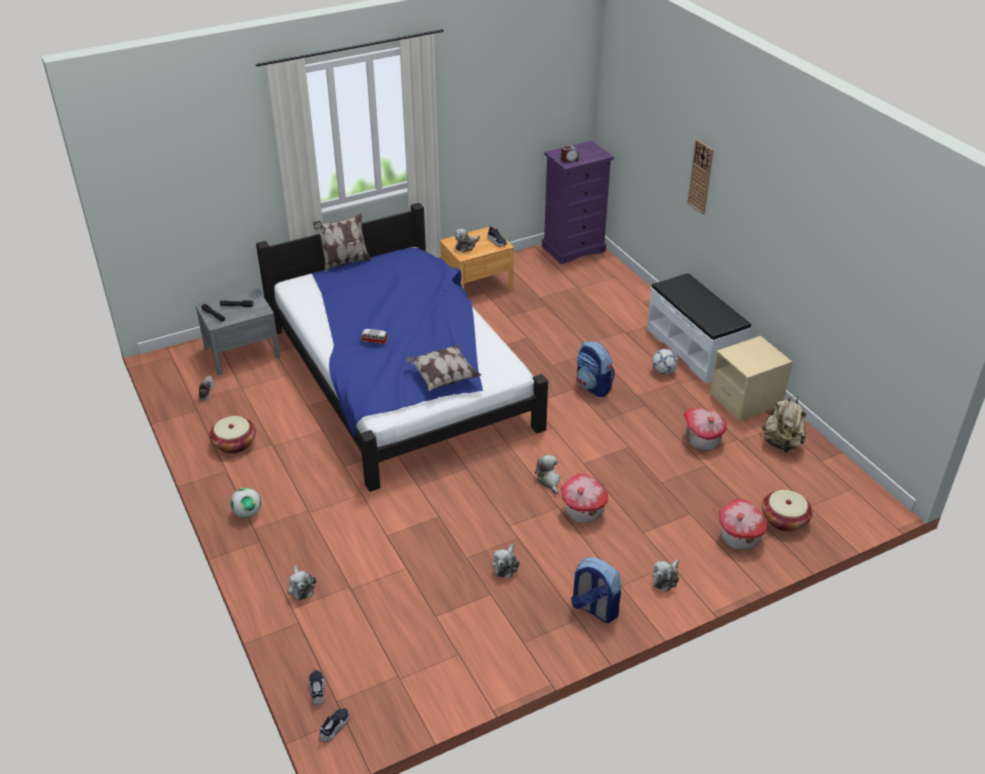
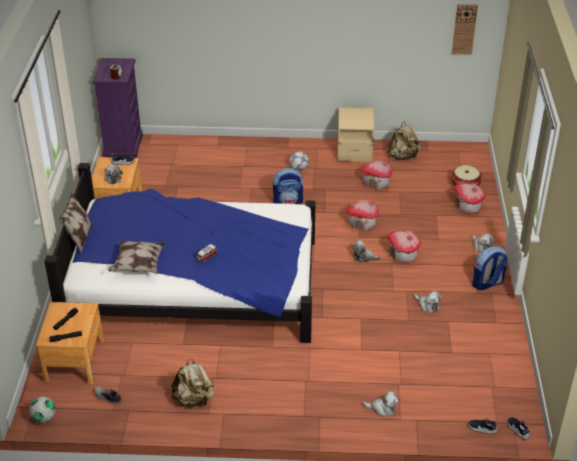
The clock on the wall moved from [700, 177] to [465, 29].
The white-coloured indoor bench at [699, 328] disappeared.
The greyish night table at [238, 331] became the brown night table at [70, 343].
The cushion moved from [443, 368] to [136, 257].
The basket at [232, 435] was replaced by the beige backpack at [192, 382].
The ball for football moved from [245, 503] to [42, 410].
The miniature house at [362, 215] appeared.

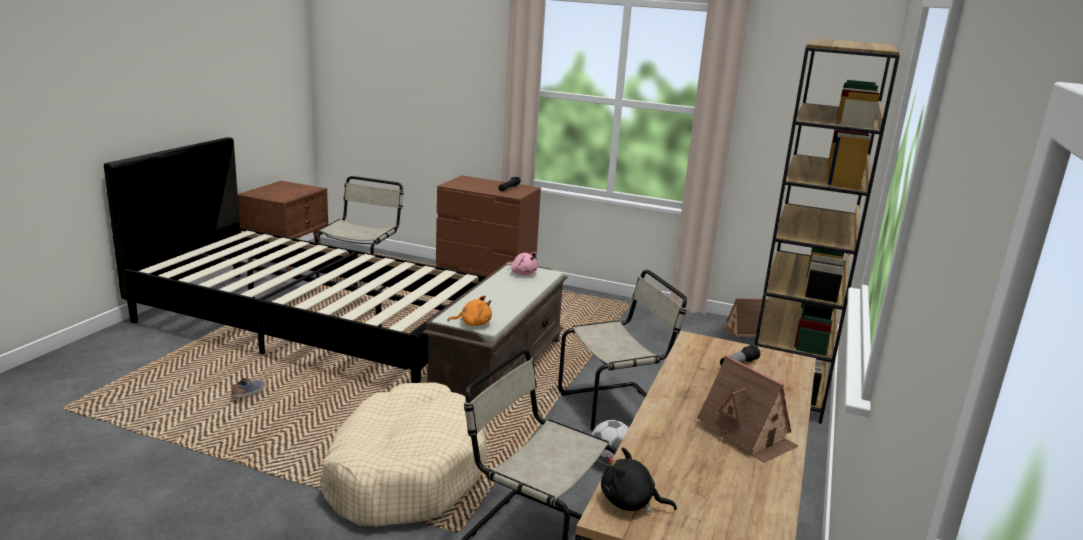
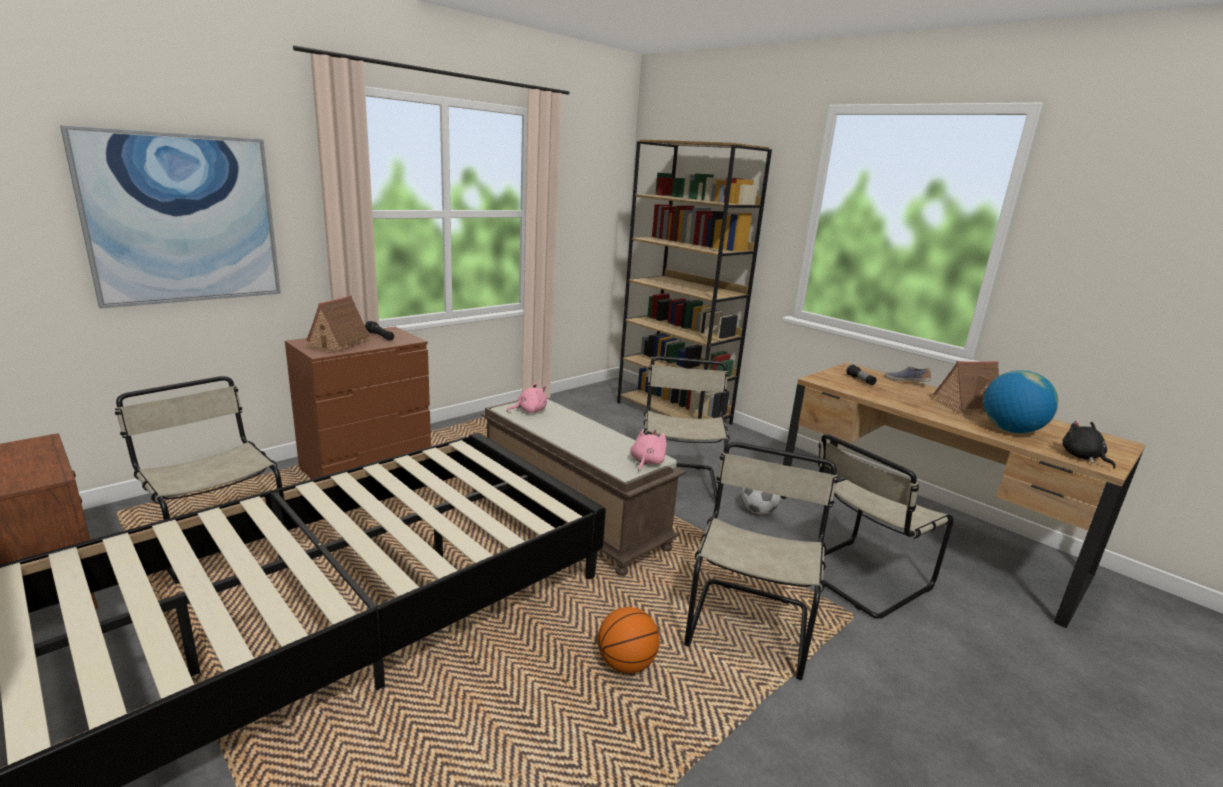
The orange plush toy at [470, 310] became the pink-coloured plush toy at [648, 450].
The miniature house moved from [744, 317] to [337, 324].
The shoe moved from [248, 388] to [908, 374].
The beige pet bed at [403, 454] was replaced by the beige upright chair at [761, 561].
The black-coloured plush toy at [639, 480] turned 120 degrees clockwise.
The wall picture at [170, 216] appeared.
The globe at [1020, 401] appeared.
The basketball at [629, 640] appeared.

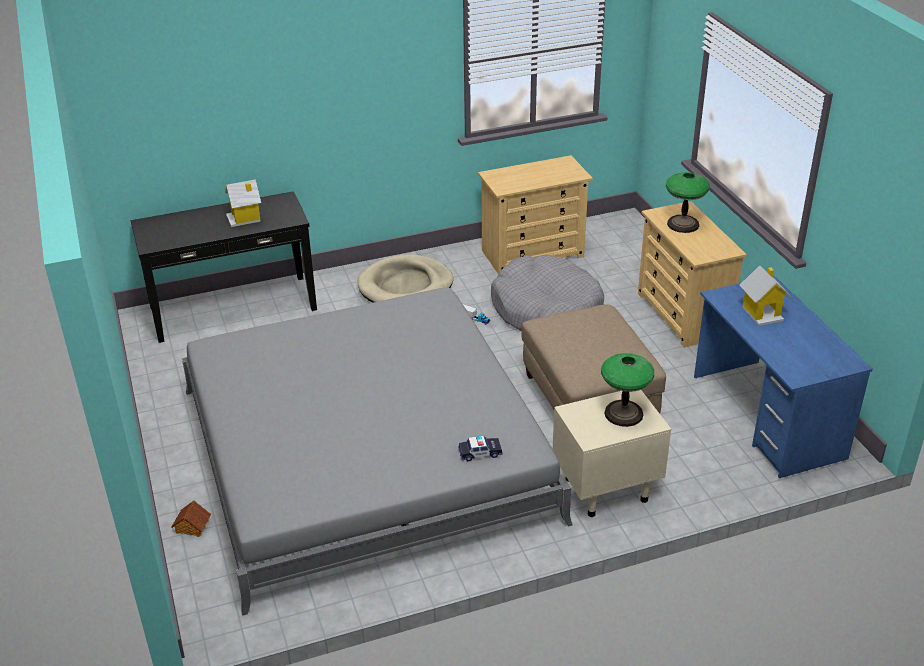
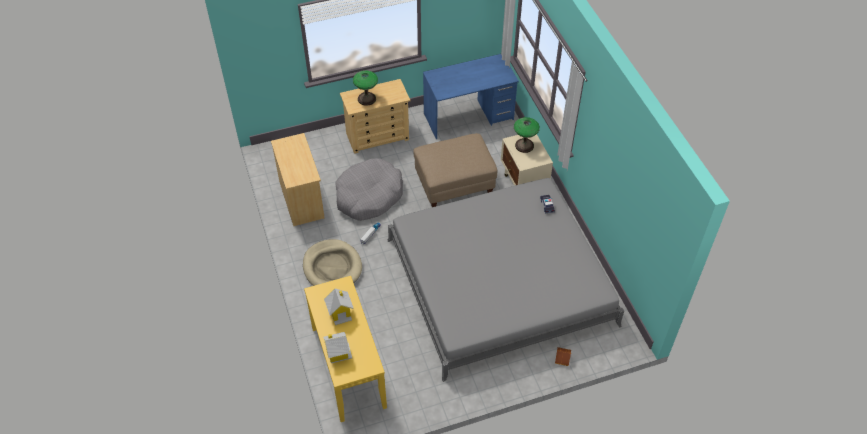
The black-coloured console table at [224, 267] became the yellow-coloured console table at [345, 349].
The miniature house moved from [765, 296] to [337, 347].

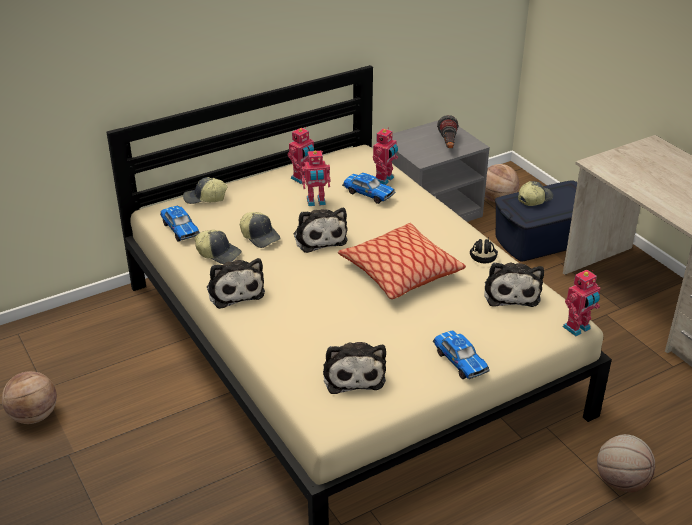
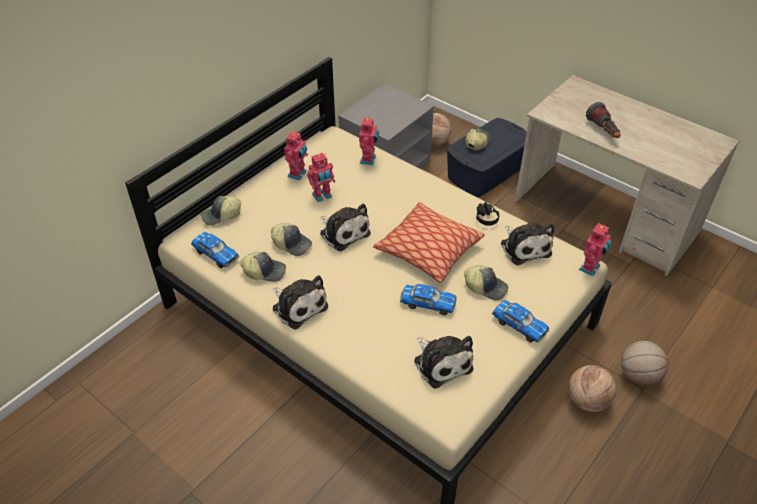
The hand torch moved from [448, 131] to [603, 120].
The toy car moved from [369, 188] to [428, 299].
The basketball moved from [29, 397] to [592, 388].
The peaked cap at [486, 282] appeared.

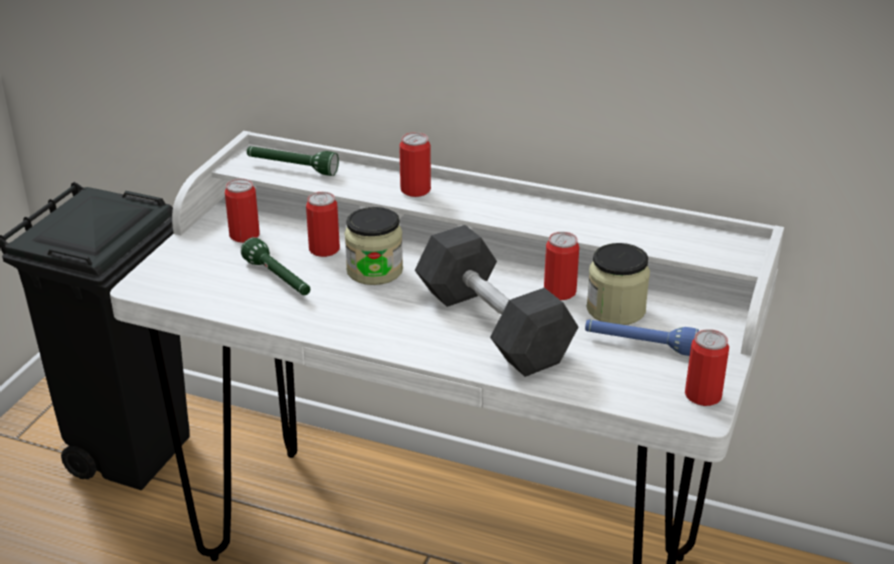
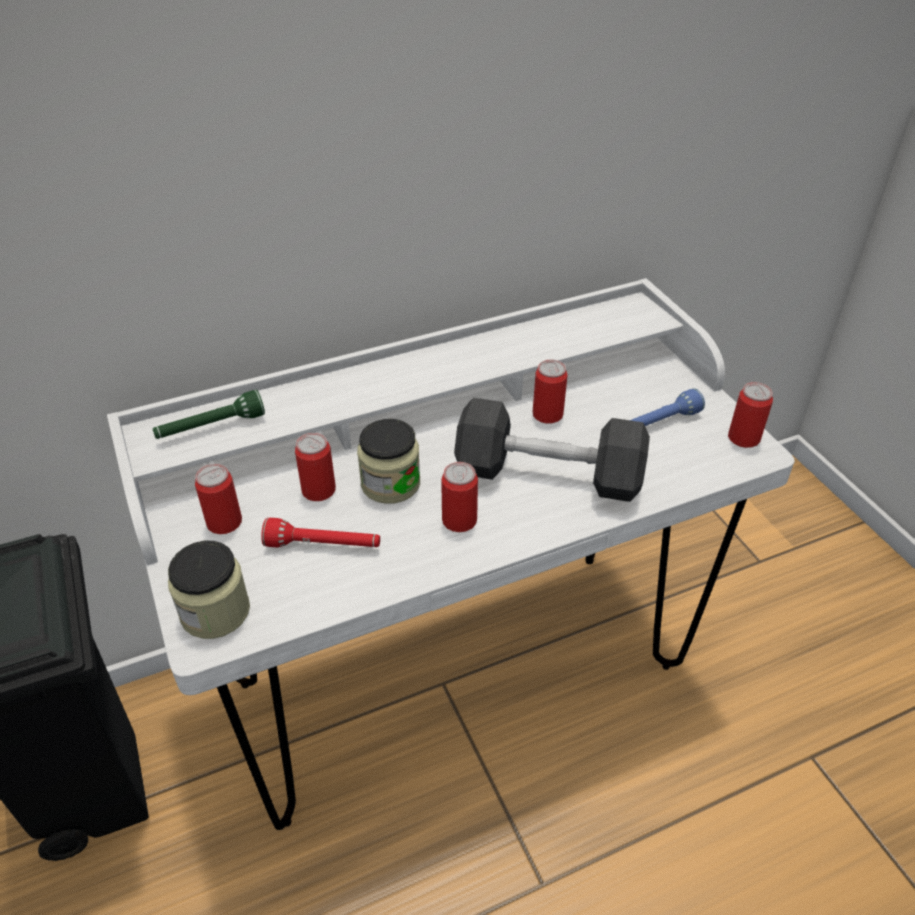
The metal can moved from [415, 164] to [459, 497].
The greenish hand torch at [275, 266] became the red hand torch at [320, 532].
The storage jar moved from [618, 284] to [209, 590].

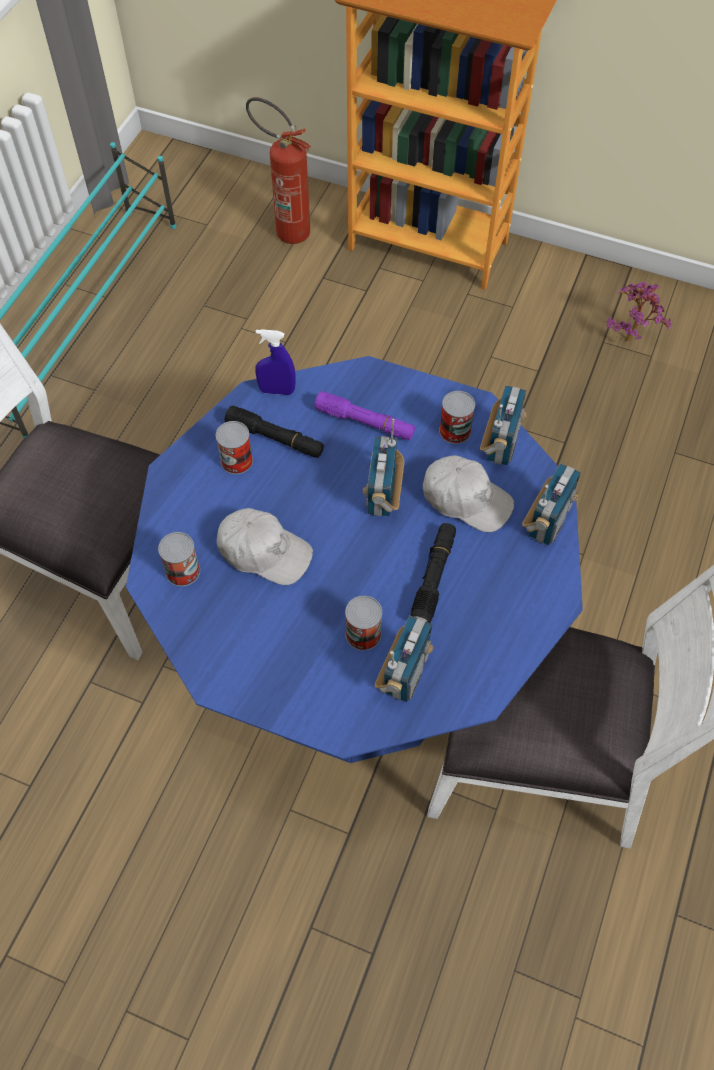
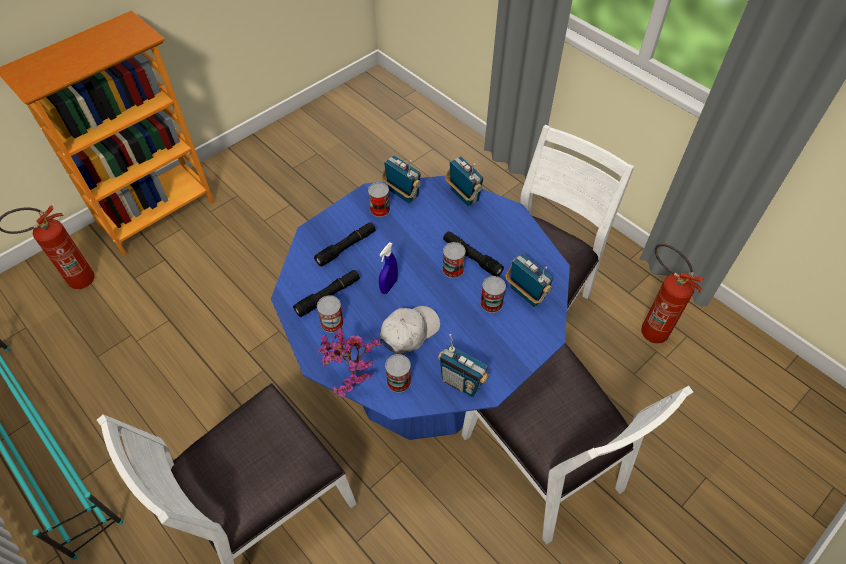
The potted plant moved from [639, 311] to [350, 362].
The blue-coloured hand sprayer moved from [275, 362] to [388, 268].
The purple-coloured hand torch at [364, 415] became the black-coloured hand torch at [345, 244].
The radio set moved from [383, 467] to [464, 365].
The white-coloured peaked cap at [468, 493] disappeared.
The metal can at [454, 260] appeared.
The fire extinguisher at [672, 293] appeared.
The white-coloured upright chair at [577, 444] appeared.

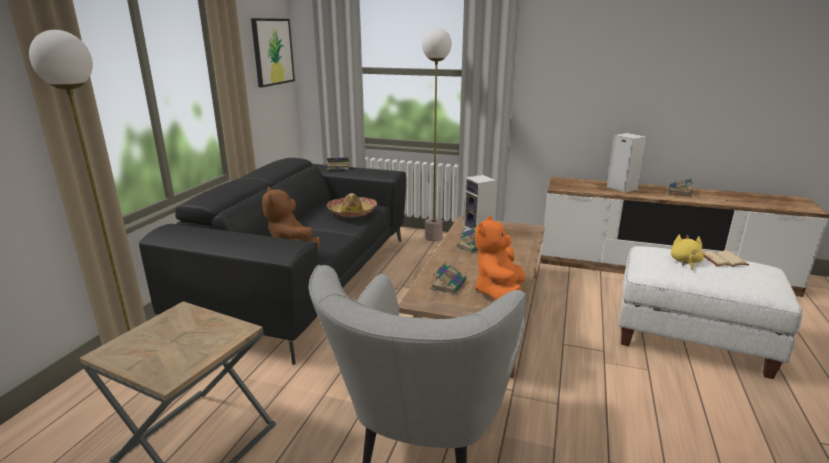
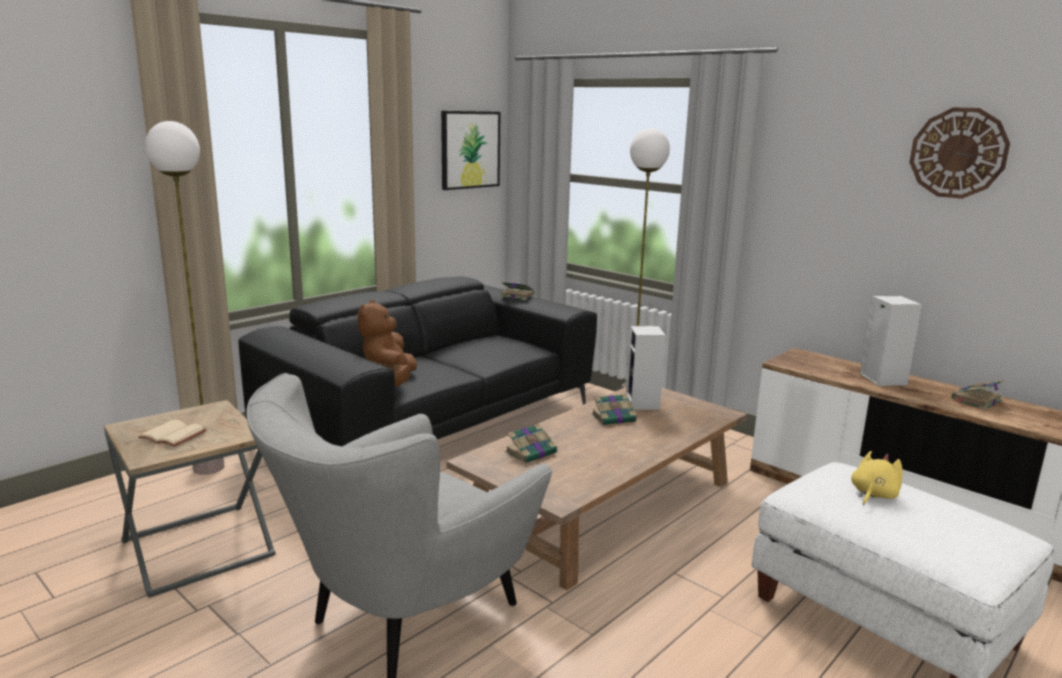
The wearable hat at [352, 205] disappeared.
The orange plush toy at [500, 258] disappeared.
The beige bound book moved from [726, 259] to [172, 433].
The clock on the wall at [959, 153] appeared.

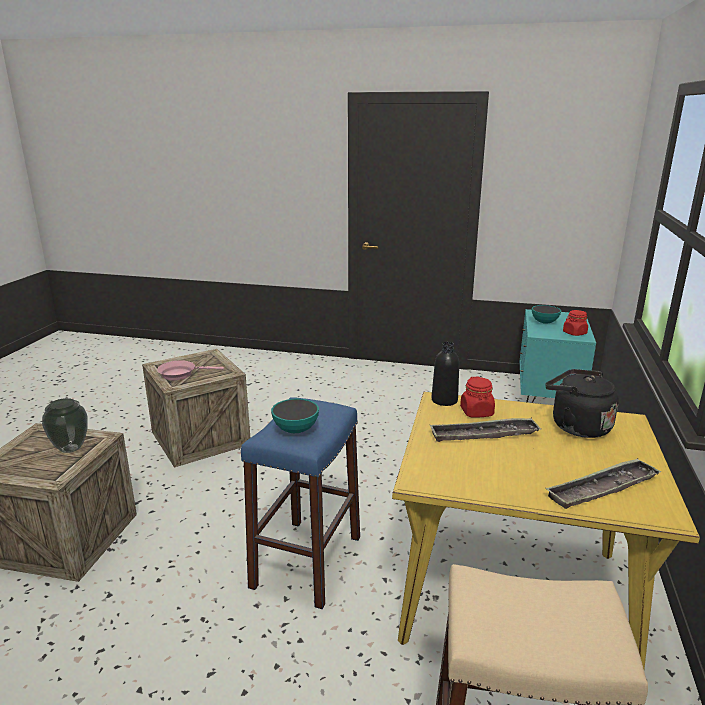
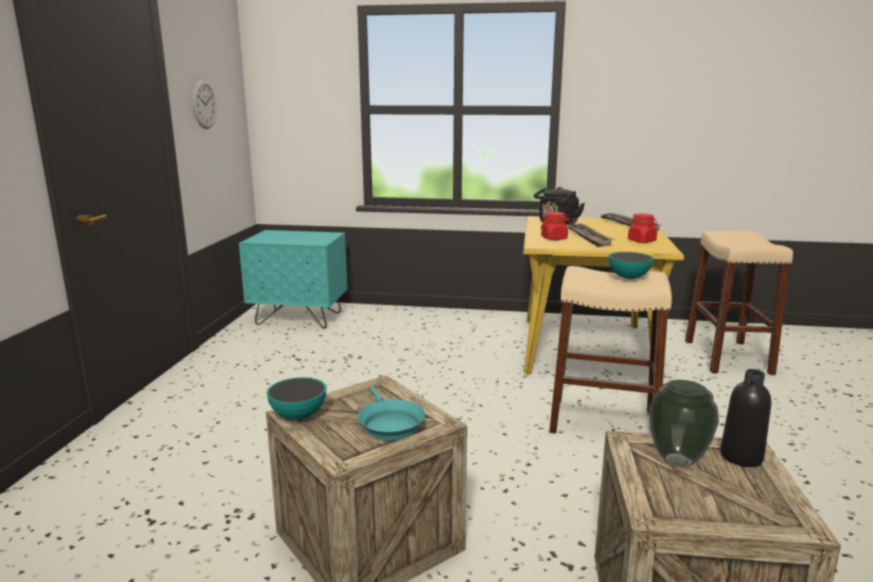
The deep dish moved from [546, 314] to [296, 398].
The red storage jar moved from [575, 323] to [642, 228].
The black-coloured beverage bottle moved from [445, 374] to [745, 418].
The pink-coloured frying pan at [190, 370] became the turquoise frying pan at [391, 413].
The blue-coloured sitting stool at [300, 503] became the beige sitting stool at [610, 350].
The clock on the wall at [204, 104] appeared.

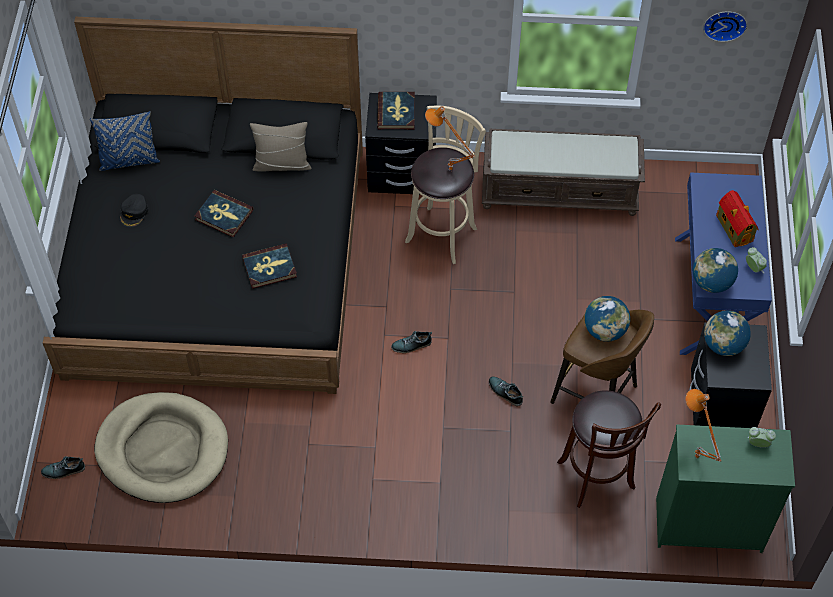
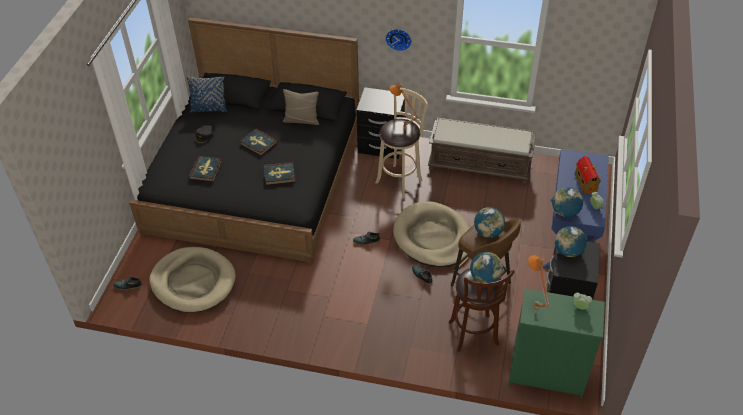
The clock on the wall moved from [725, 26] to [398, 40].
The bound book moved from [396, 111] to [205, 169].
The beige pet bed at [431, 234] appeared.
The globe at [486, 267] appeared.

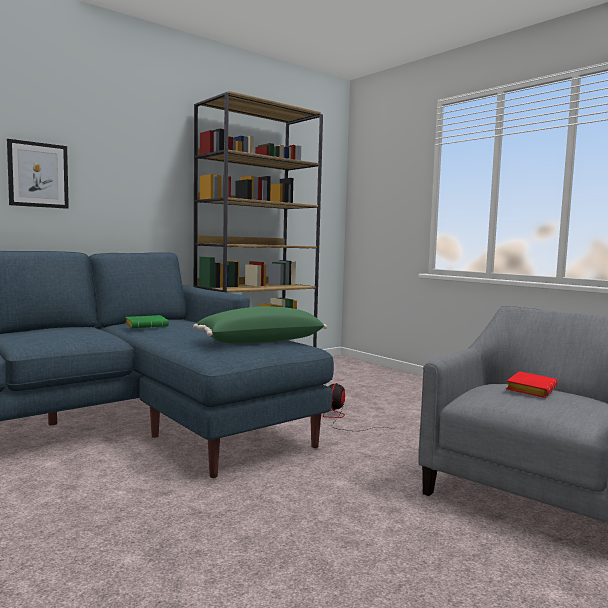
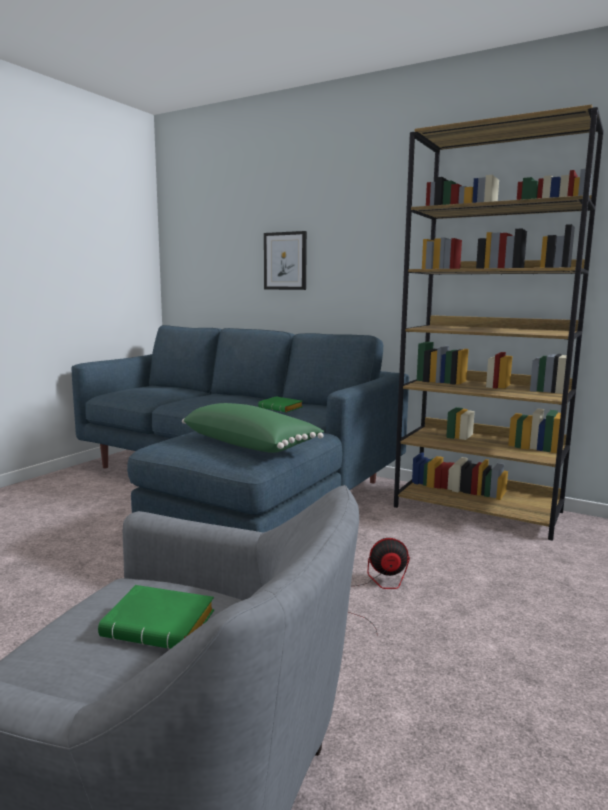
The red bound book at [532, 384] became the greenish bound book at [156, 617].

